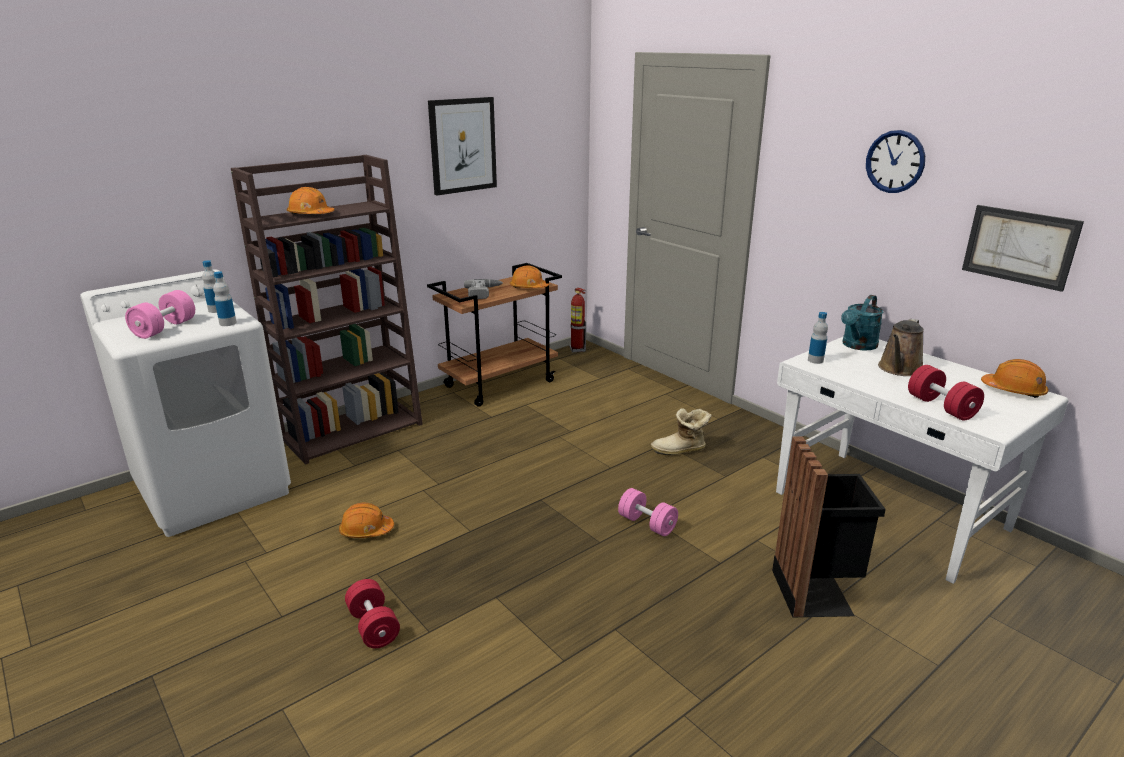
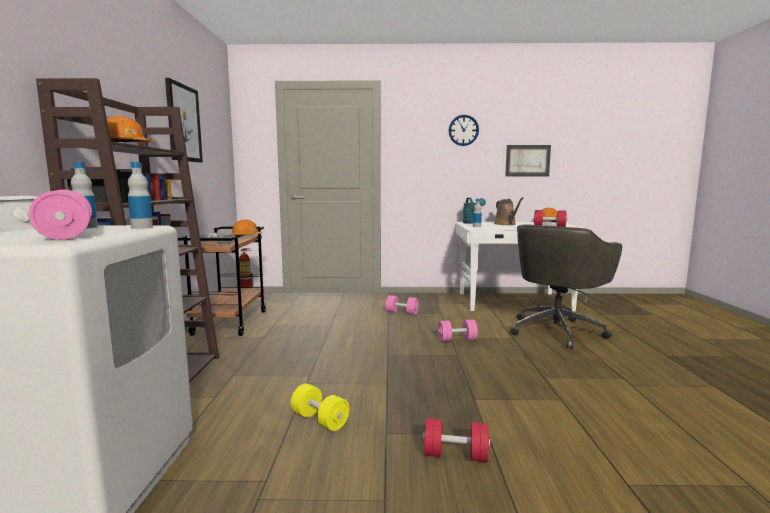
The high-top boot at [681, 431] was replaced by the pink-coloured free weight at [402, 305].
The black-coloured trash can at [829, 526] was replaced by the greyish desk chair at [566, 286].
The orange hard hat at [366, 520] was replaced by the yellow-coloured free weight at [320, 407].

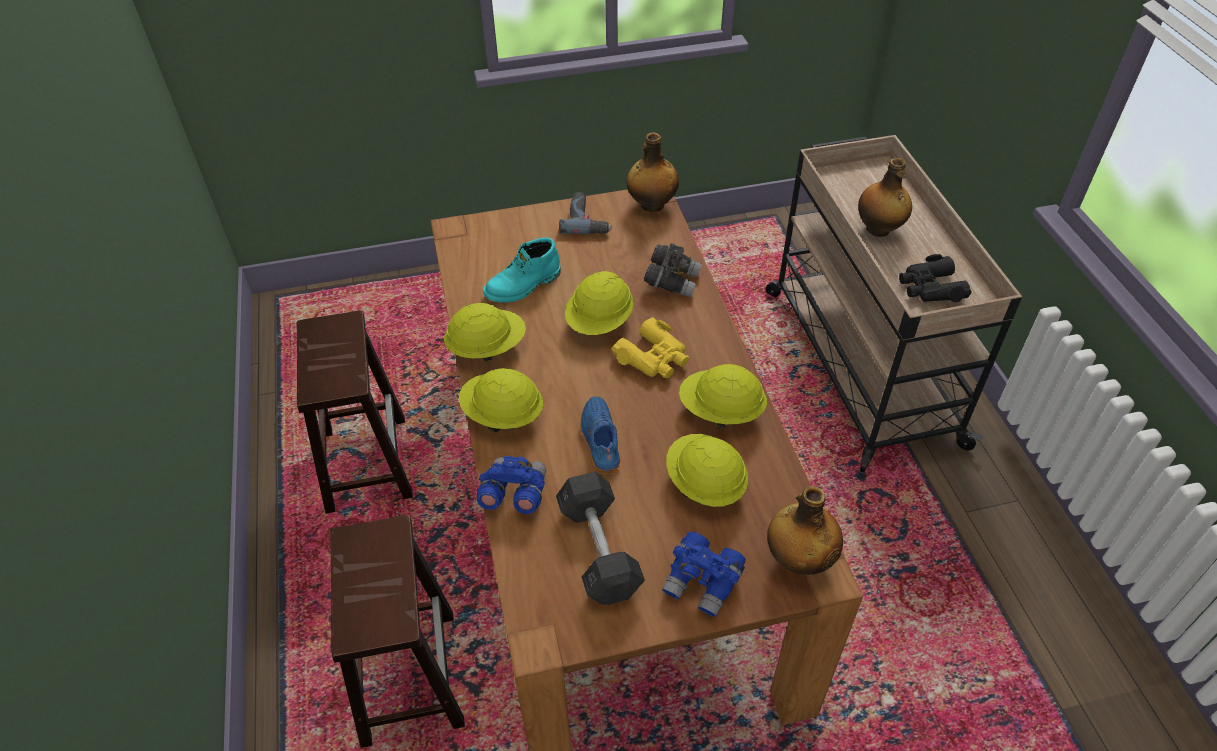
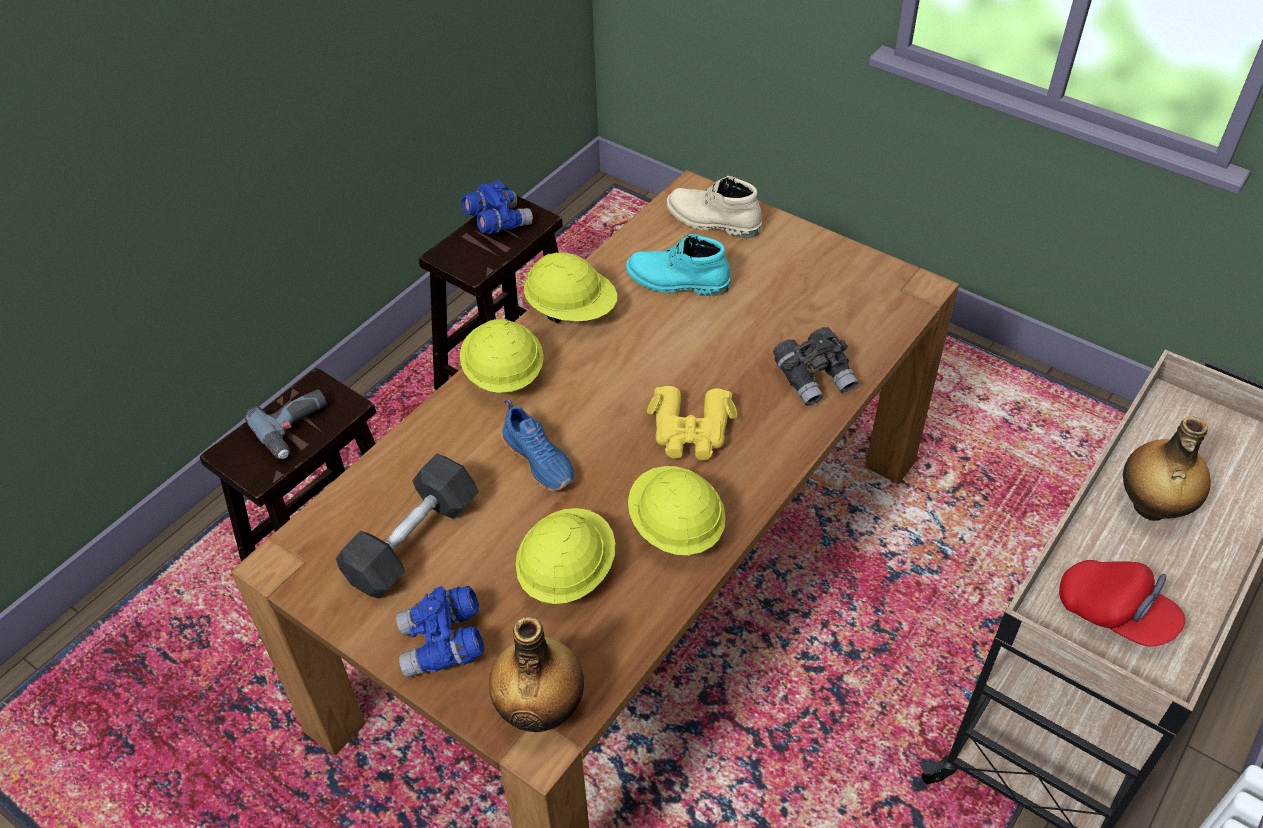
The beverage bottle at [653, 172] disappeared.
The power drill moved from [585, 213] to [285, 424].
The black-coloured pair of binoculars at [935, 278] was replaced by the red peaked cap at [1122, 603].
The yellow-coloured hard hat at [599, 303] disappeared.
The blue-coloured shoe at [600, 435] turned 105 degrees clockwise.
The blue-coloured pair of binoculars moved from [511, 485] to [497, 207].
The beige high-top boot at [714, 207] appeared.

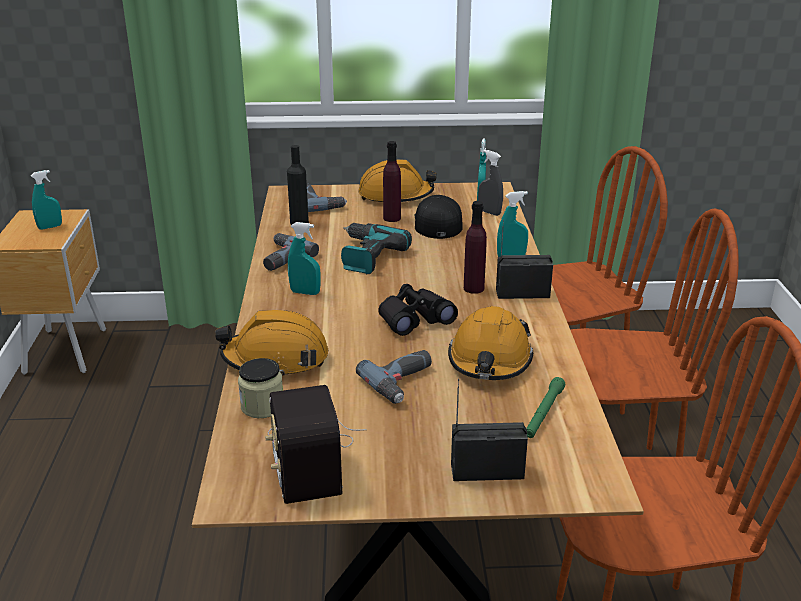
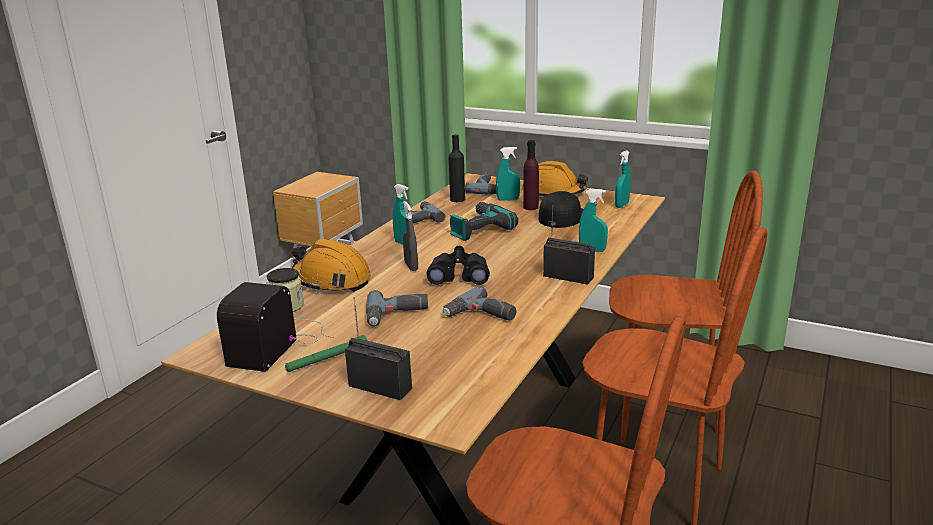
The greyish hand sprayer moved from [490, 183] to [410, 236].
The turquoise hand sprayer moved from [46, 200] to [508, 174].
The purple-coloured beverage bottle at [475, 247] disappeared.
The orange hard hat at [491, 343] was replaced by the power drill at [479, 303].
The greenish hand torch moved from [545, 407] to [326, 353].

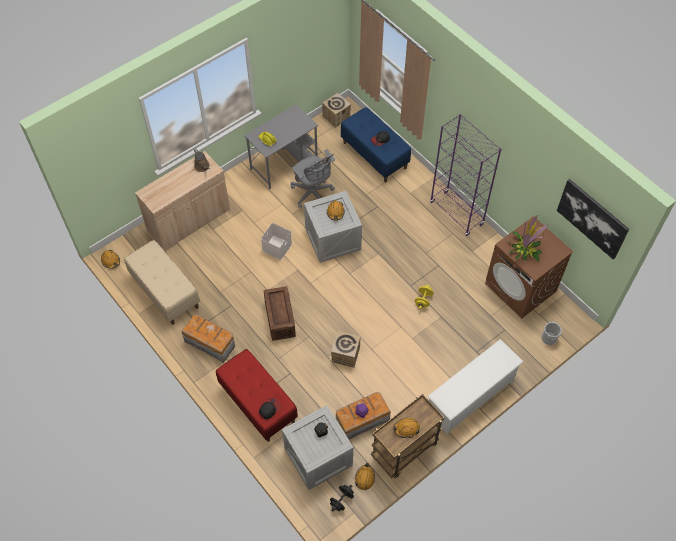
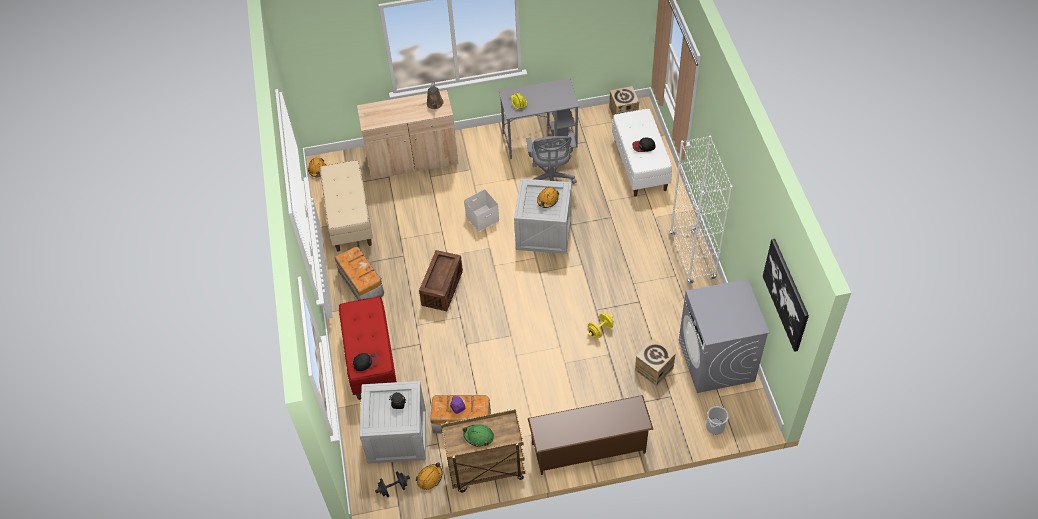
The blue-coloured indoor bench at [376, 144] became the white-coloured indoor bench at [642, 153].
The purple-coloured bookshelf at [465, 175] became the white-coloured bookshelf at [701, 209].
The potted plant at [528, 238] disappeared.
The brown washing machine at [529, 267] became the greyish washing machine at [724, 336].
The packing box moved from [346, 349] to [655, 362].
The white-coloured shoe rack at [475, 387] became the brown shoe rack at [590, 435].
The orange hard hat at [406, 428] became the greenish hard hat at [478, 435].

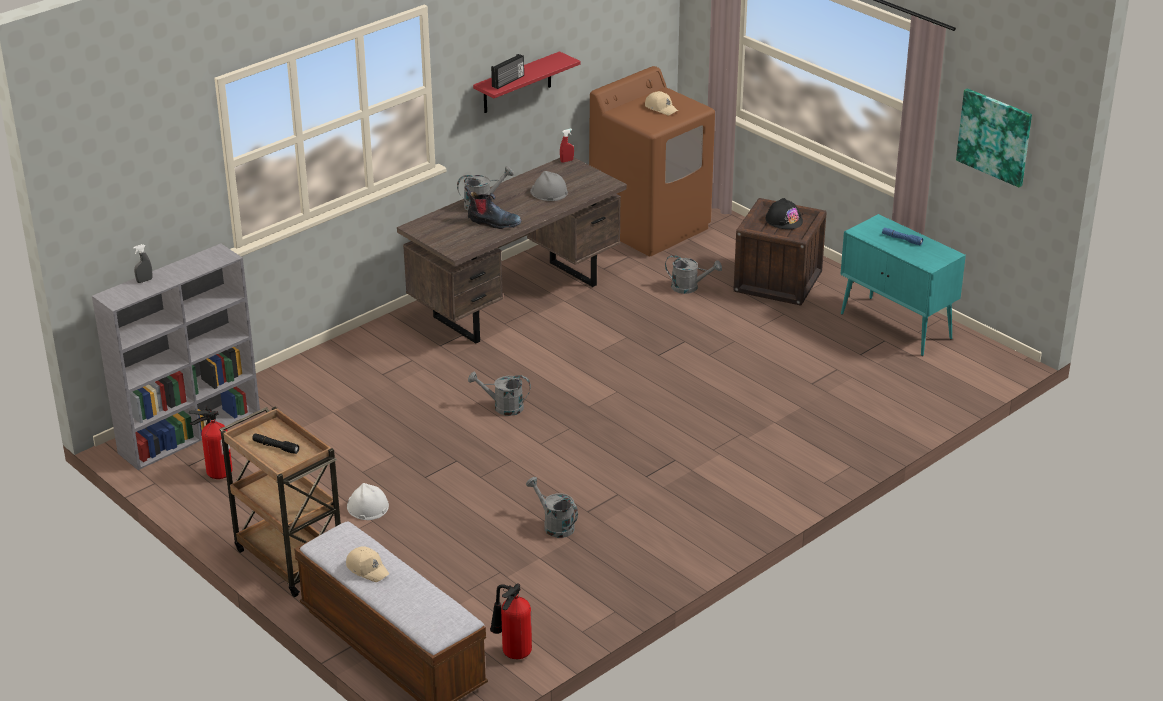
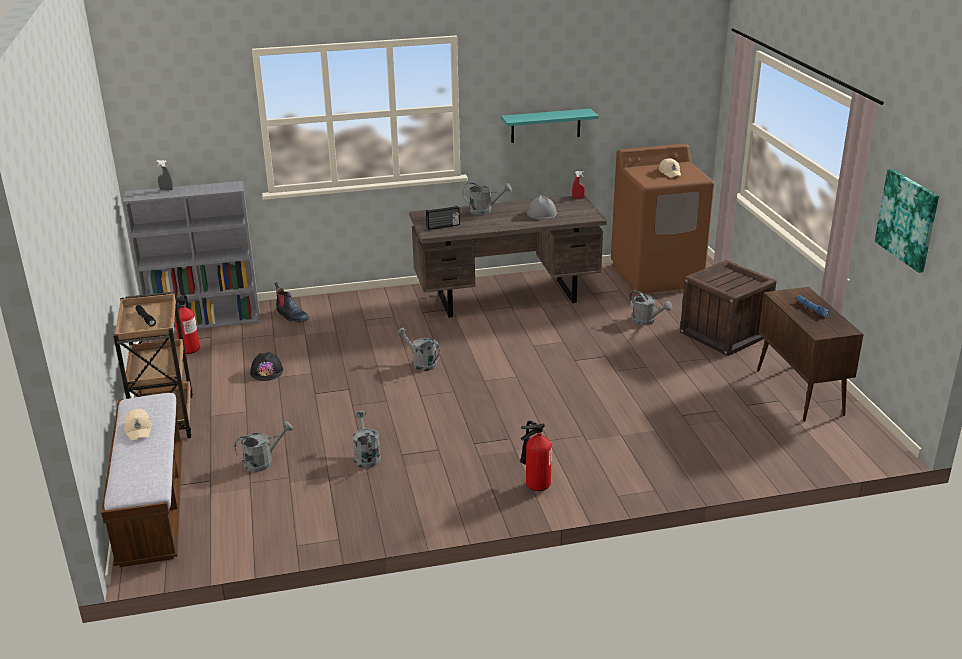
The red bracket shelf at [526, 82] became the turquoise bracket shelf at [550, 126].
The radio set moved from [507, 71] to [443, 218].
The high-top boot moved from [492, 207] to [291, 302].
The black-coloured hard hat moved from [784, 213] to [266, 366].
The turquoise storage cabinet at [903, 285] became the brown storage cabinet at [810, 354].
The white-coloured hard hat at [368, 501] disappeared.
The fire extinguisher moved from [511, 621] to [536, 456].
The greyish watering can at [263, 446] appeared.

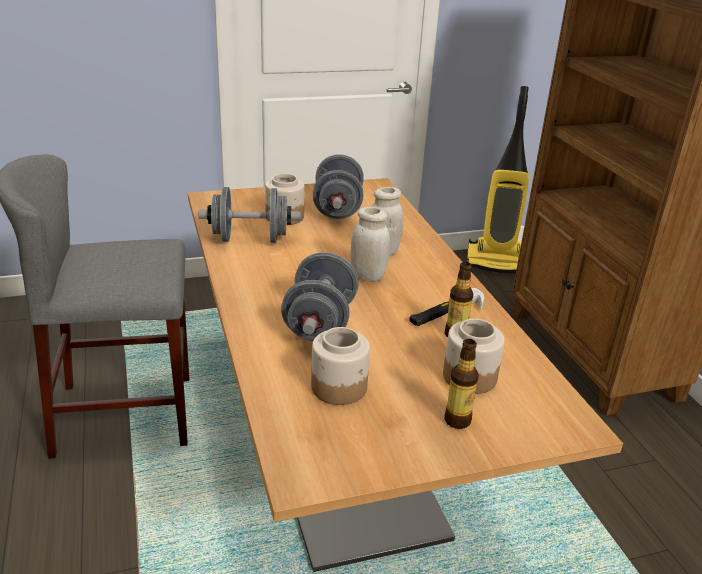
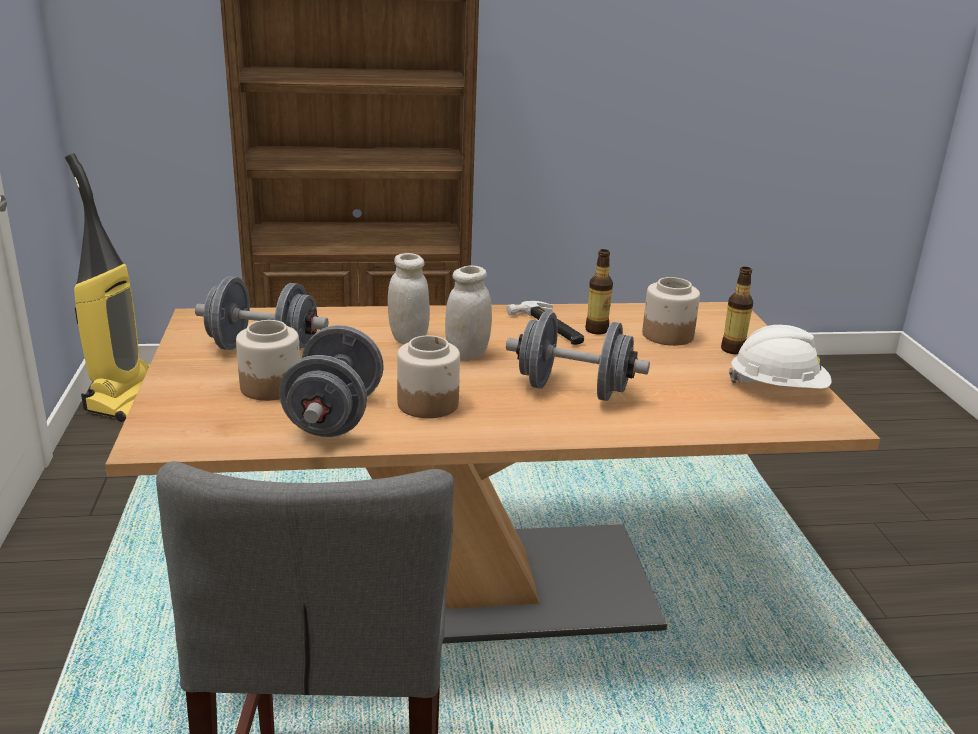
The storage jar moved from [340, 366] to [428, 376].
The white-coloured hard hat at [780, 357] appeared.

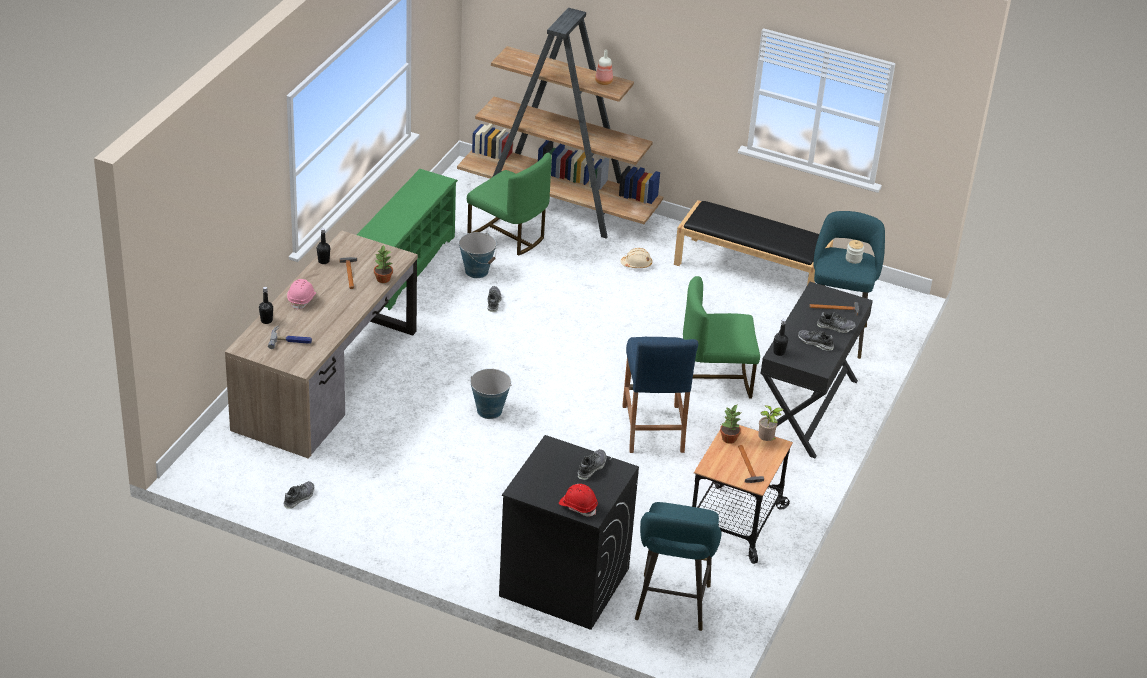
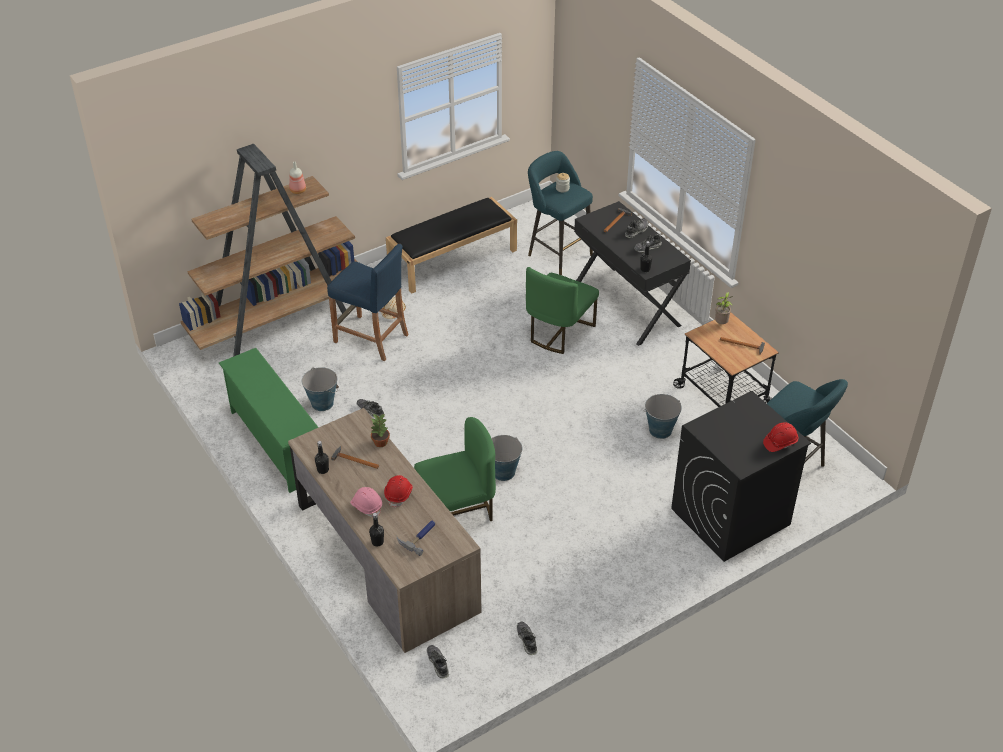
The greenish upright chair moved from [509, 204] to [455, 469].
The blue-coloured sitting stool moved from [660, 395] to [368, 302].
The potted plant at [731, 424] disappeared.
The shoe moved from [592, 464] to [438, 662].
The water bucket at [662, 416] appeared.
The red hard hat at [398, 491] appeared.

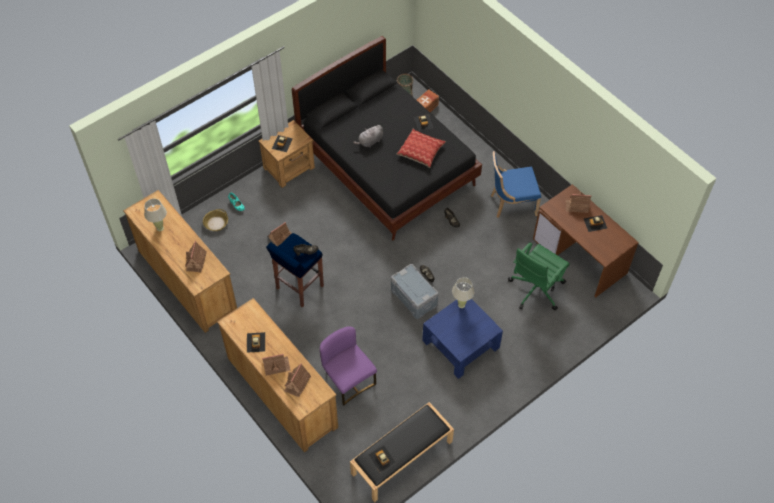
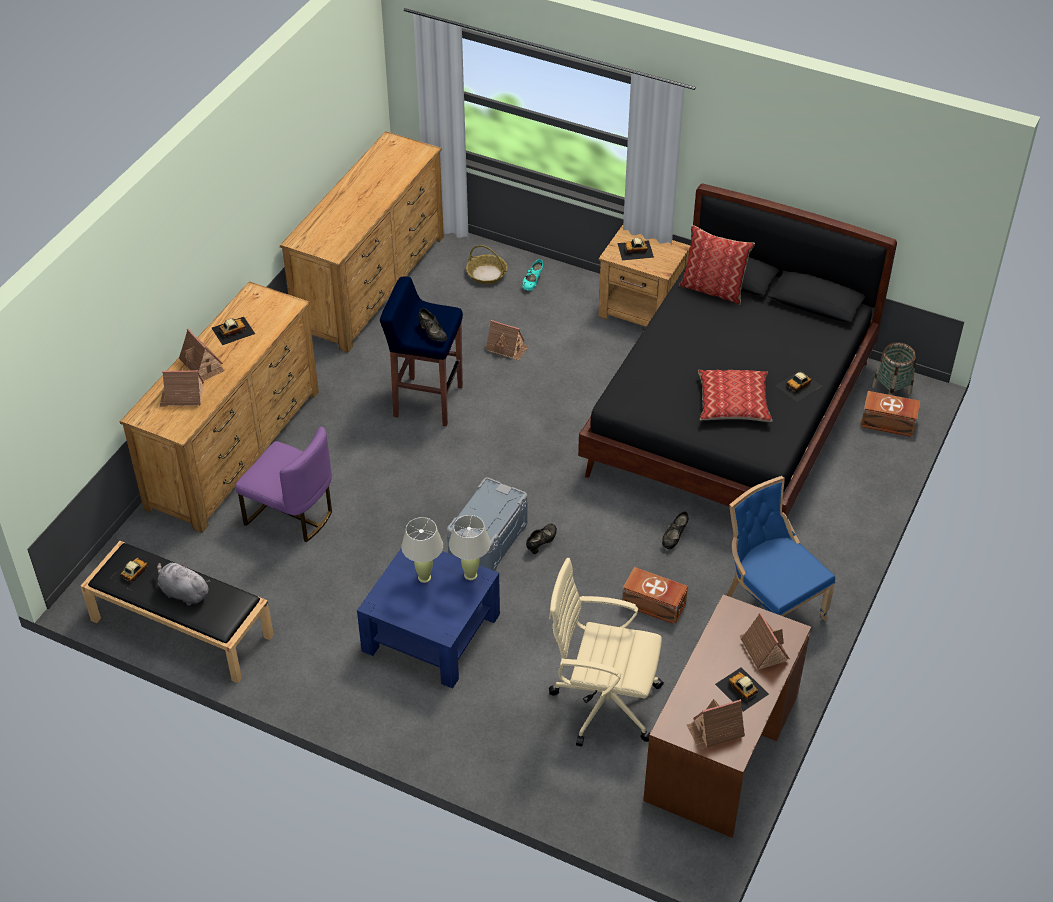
The greyish plush toy moved from [368, 136] to [183, 584].
The beige table lamp moved from [155, 215] to [422, 550].
The miniature house moved from [196, 256] to [716, 724].
The greenish desk chair at [539, 276] became the beige desk chair at [606, 652].
The purple-coloured upright chair at [348, 366] turned 90 degrees clockwise.
The cushion at [717, 265] appeared.
The brown storage container at [655, 596] appeared.

